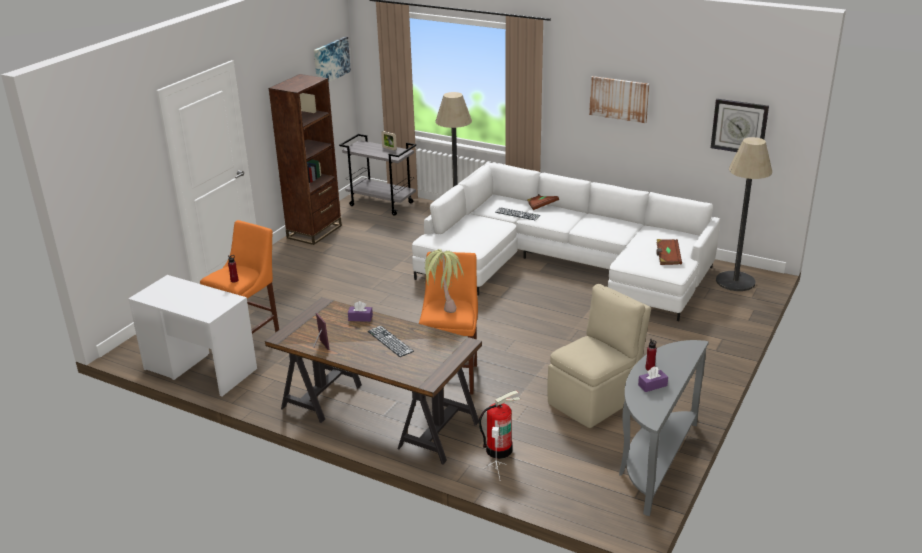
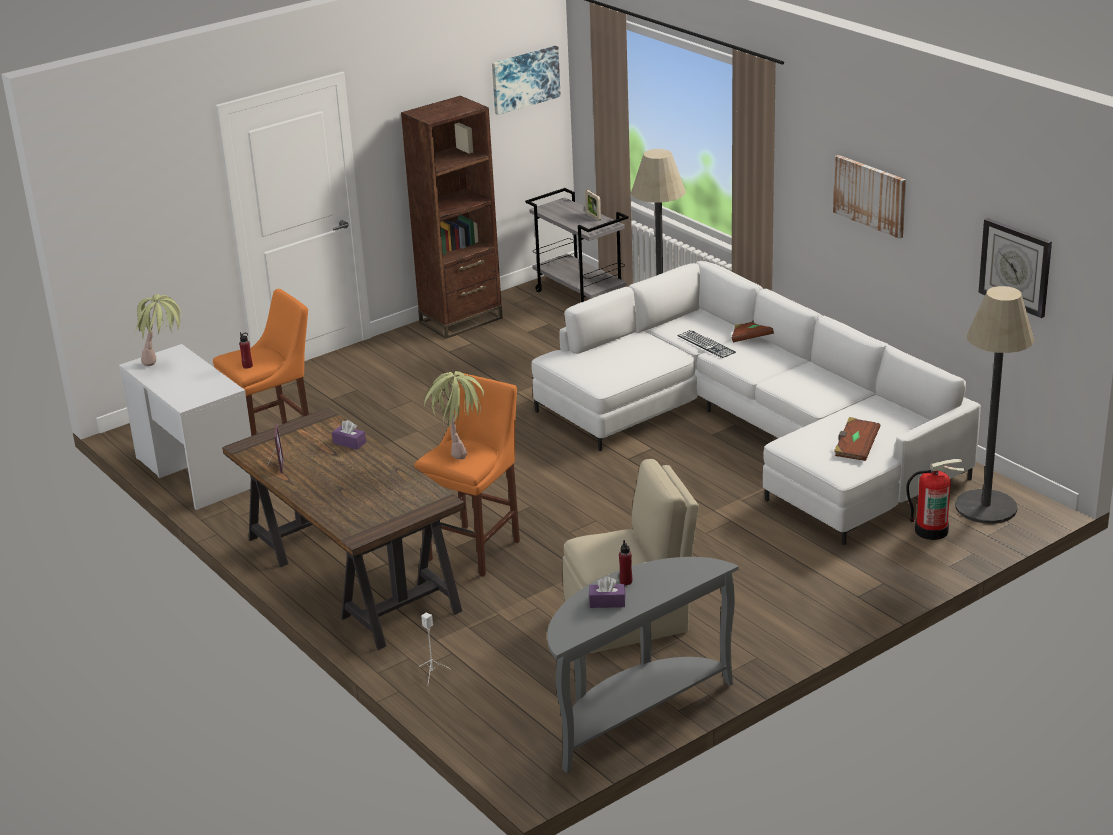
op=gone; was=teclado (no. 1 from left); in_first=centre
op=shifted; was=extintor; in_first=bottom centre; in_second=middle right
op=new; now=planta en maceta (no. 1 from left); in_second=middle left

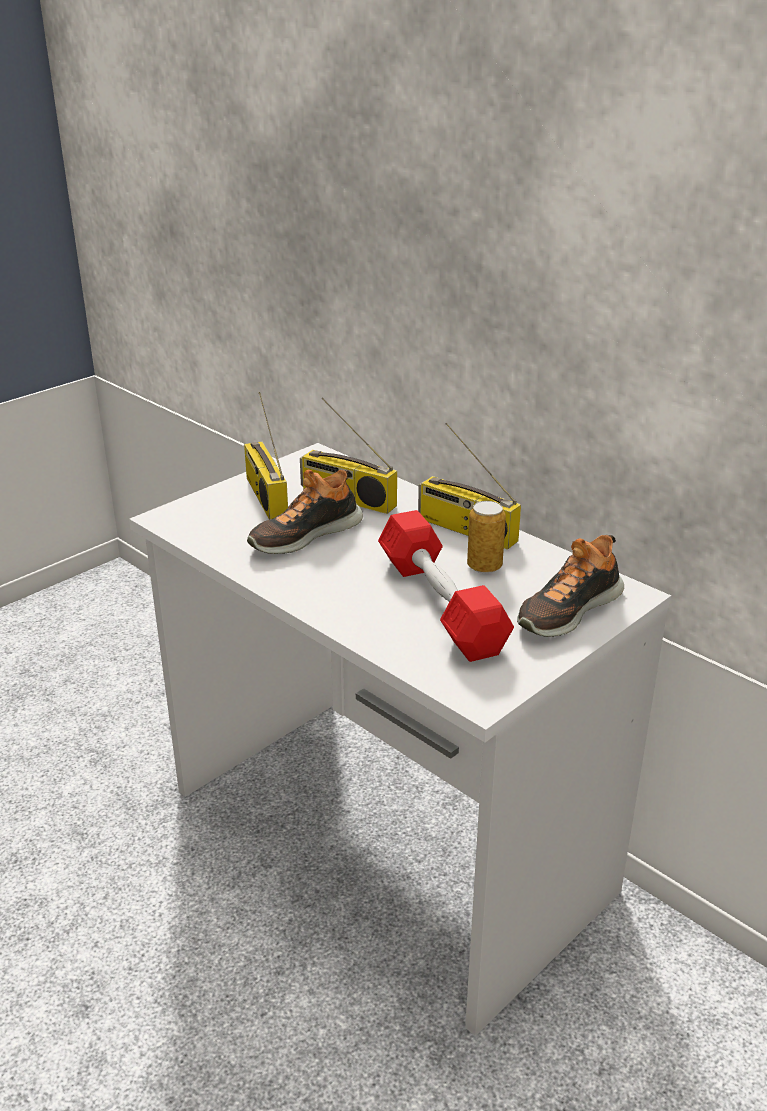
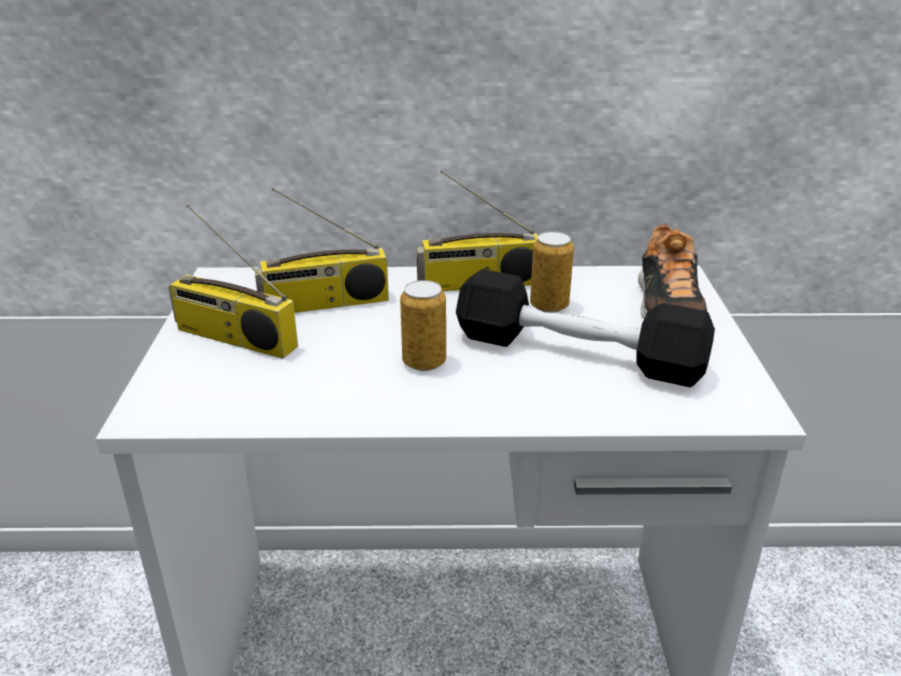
op=gone; was=zapato (no. 1 from left); in_first=centre
op=repainted; was=mancuerna (rojo); now=mancuerna (negro); in_first=centre; in_second=centre
op=new; now=lata (no. 1 from left); in_second=centre

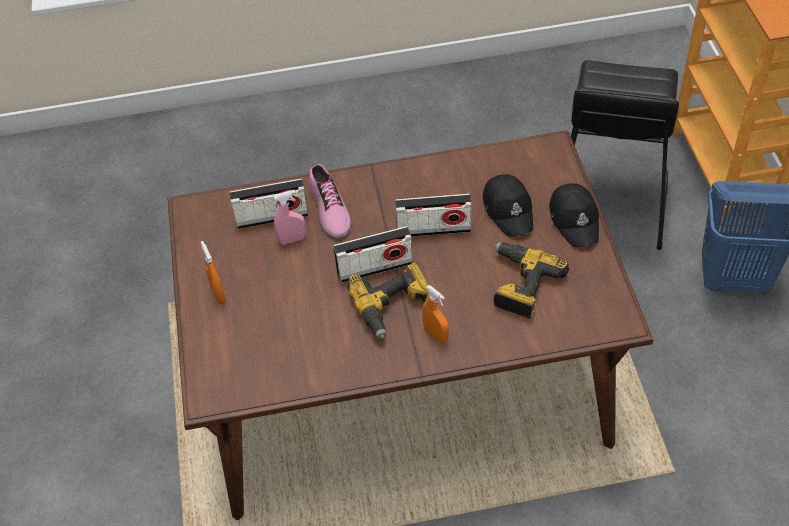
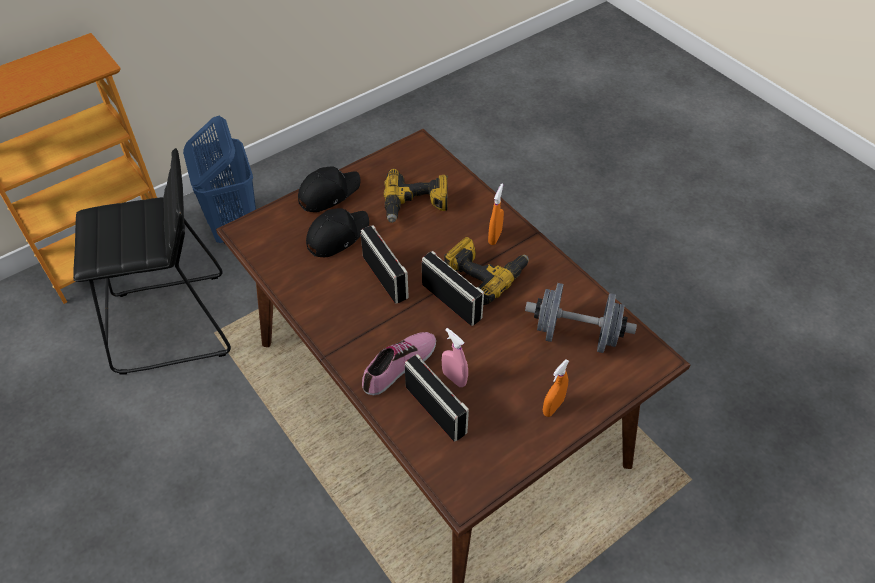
op=new; now=mancuerna (gris); in_second=centre

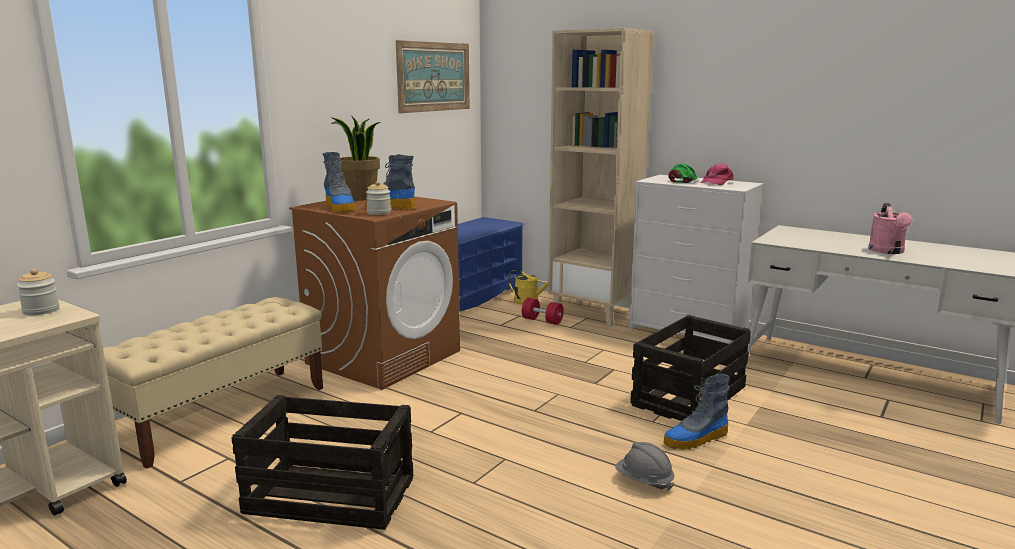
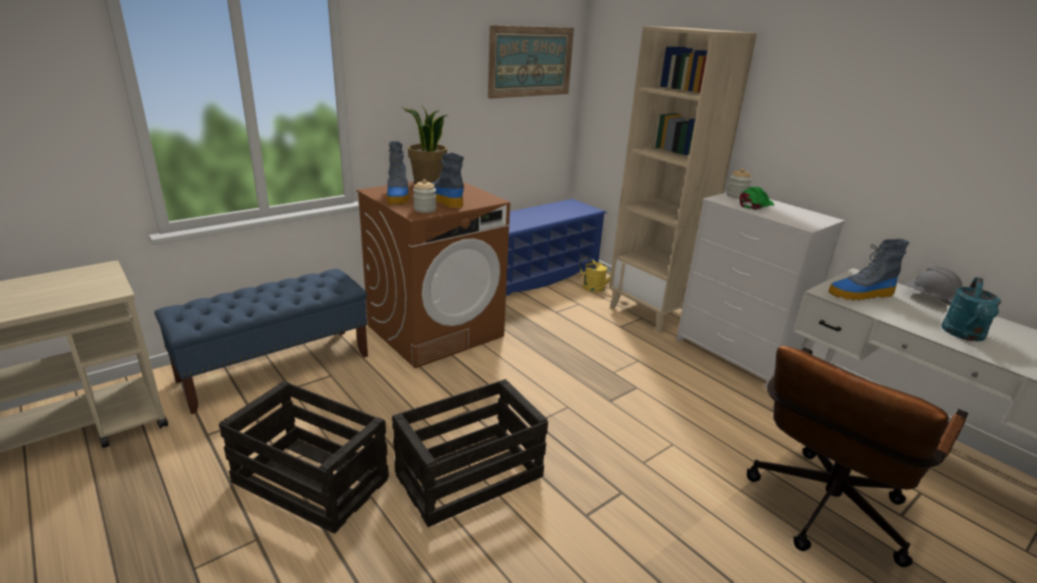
op=gone; was=gorra (rosa); in_first=top right
op=repainted; was=regadera (rosa); now=regadera (turquesa); in_first=middle right; in_second=middle right
op=shifted; was=tarro (no. 1 from left in the first image); now=tarro (no. 2 from left); in_first=middle left; in_second=top right
op=repainted; was=banco (beis); now=banco (azul); in_first=bottom left; in_second=middle left
op=gone; was=mancuerna (rojo); in_first=centre
op=shifted; was=caja de embalaje (no. 2 from left); in_first=bottom right; in_second=bottom centre
op=shifted; was=bota (no. 3 from left); in_first=bottom right; in_second=middle right
op=shifted; was=casco (gris); in_first=bottom centre; in_second=middle right
op=new; now=silla de oficina (marrón); in_second=bottom right

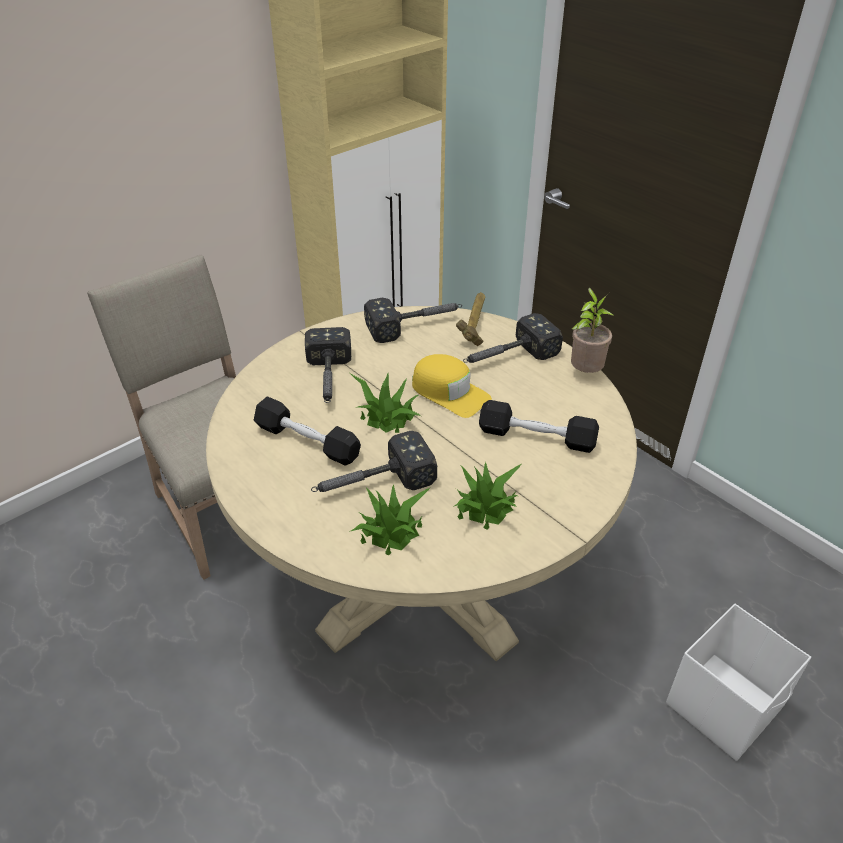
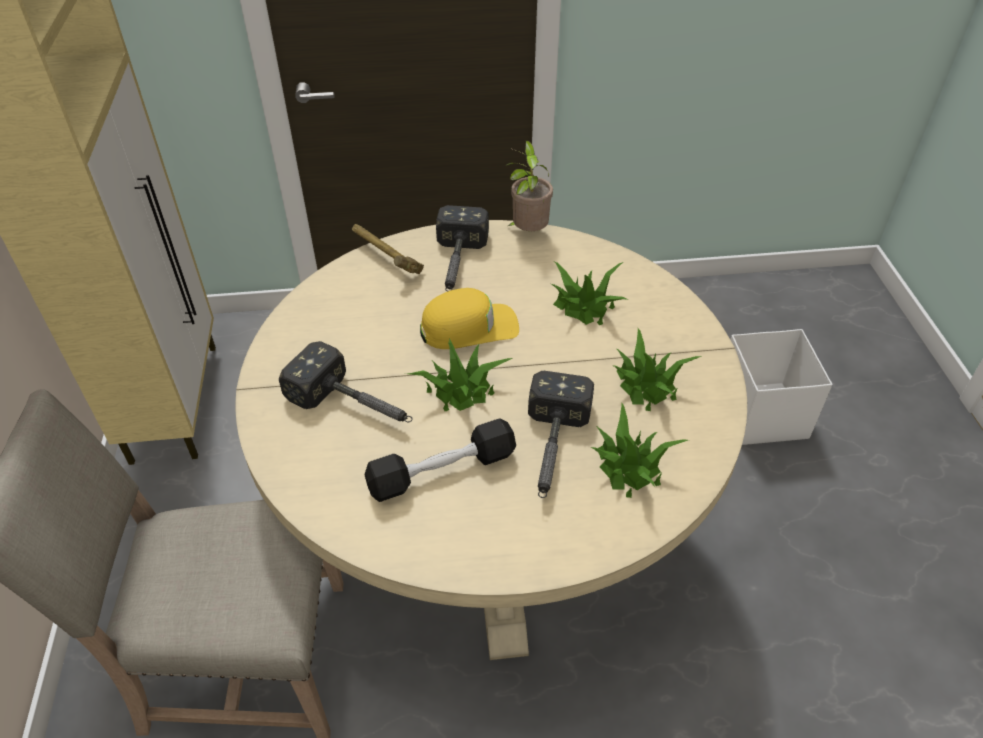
op=gone; was=martillo (no. 3 from left); in_first=centre
op=swapped; was=mancuerna (negro) (no. 2 from left); now=planta en maceta (no. 3 from left); in_first=centre; in_second=centre

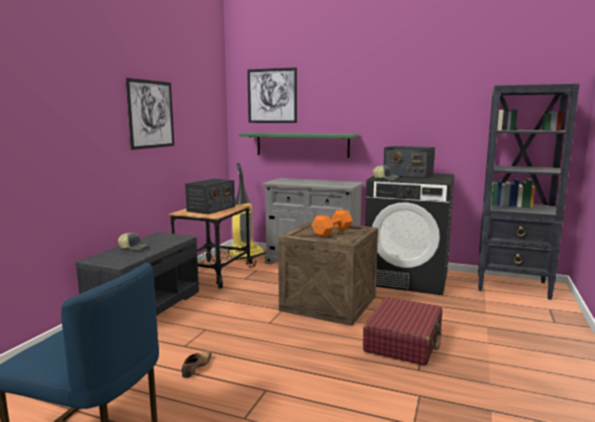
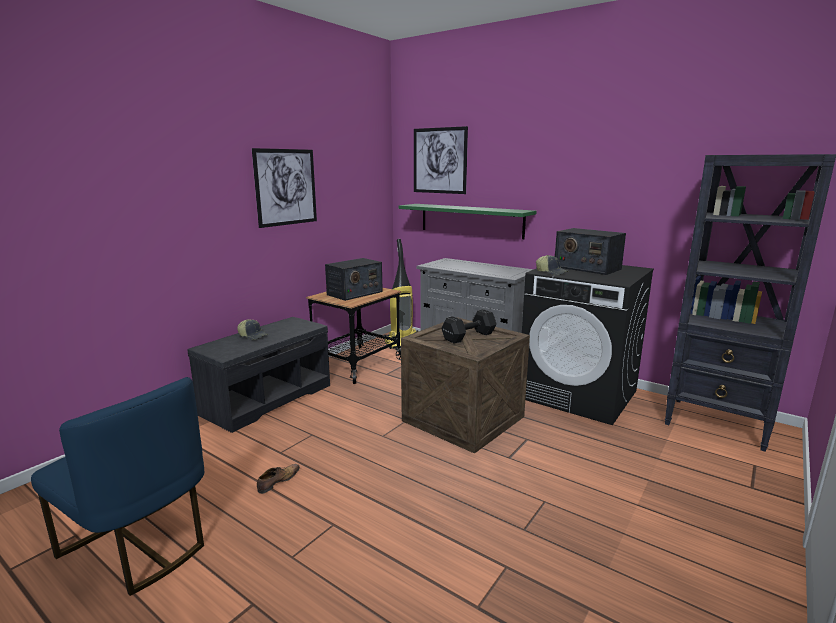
op=repainted; was=mancuerna (naranja); now=mancuerna (negro); in_first=centre; in_second=centre
op=gone; was=maleta (rojo); in_first=bottom right

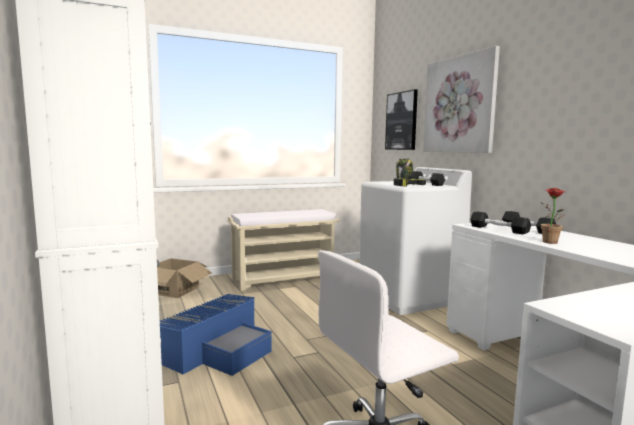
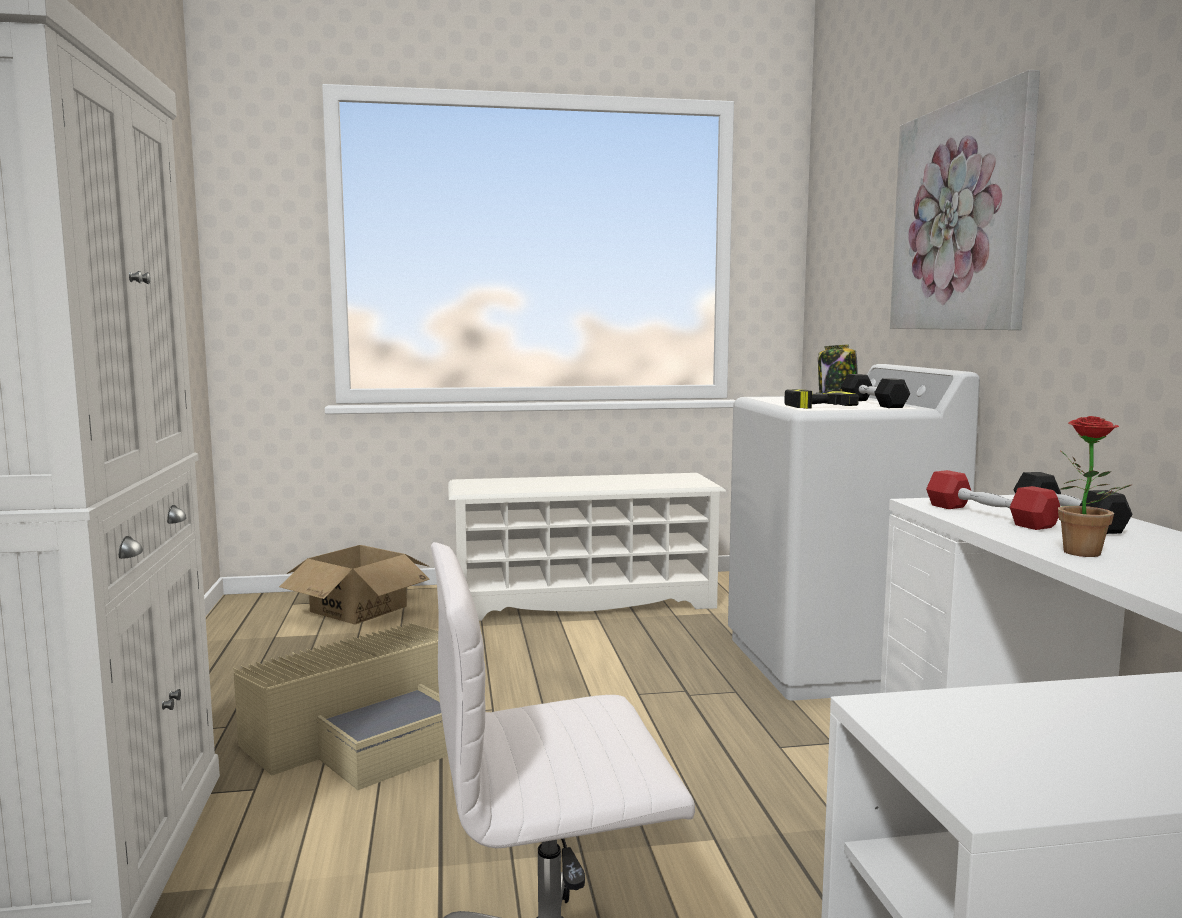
op=gone; was=cuadro (no. 1 from left); in_first=top centre
op=swapped; was=banco (beis); now=zapatero (blanco); in_first=centre; in_second=centre
op=repainted; was=mancuerna (negro) (no. 2 from left); now=mancuerna (rojo); in_first=middle right; in_second=middle right
op=repainted; was=caja de almacenaje (azul); now=caja de almacenaje (beis); in_first=bottom centre; in_second=bottom left

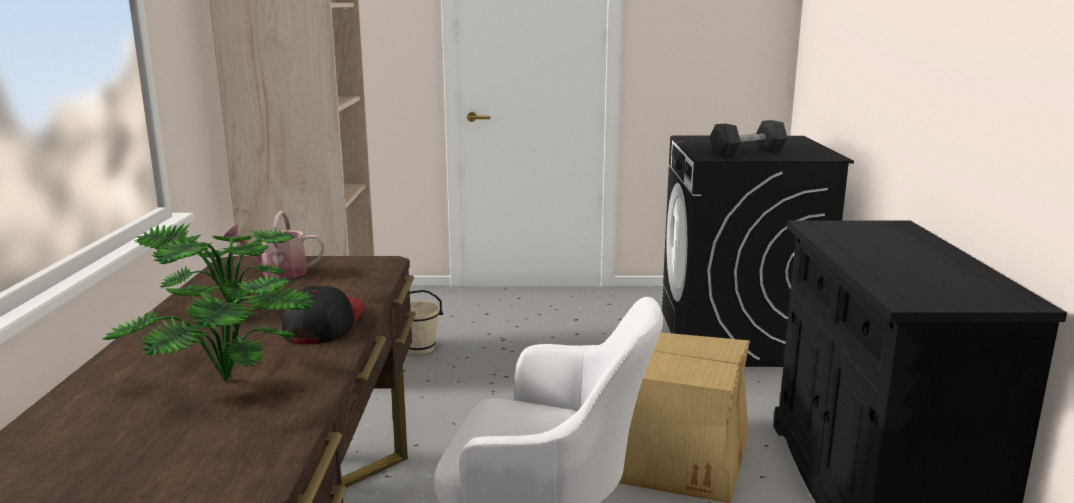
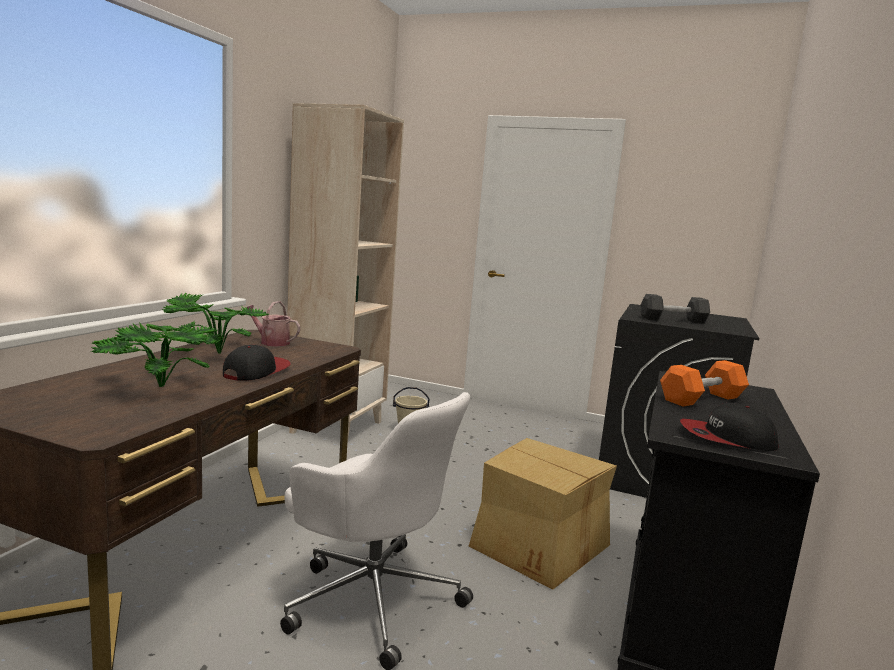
op=new; now=mancuerna (naranja); in_second=middle right
op=new; now=gorra (no. 2 from left); in_second=middle right

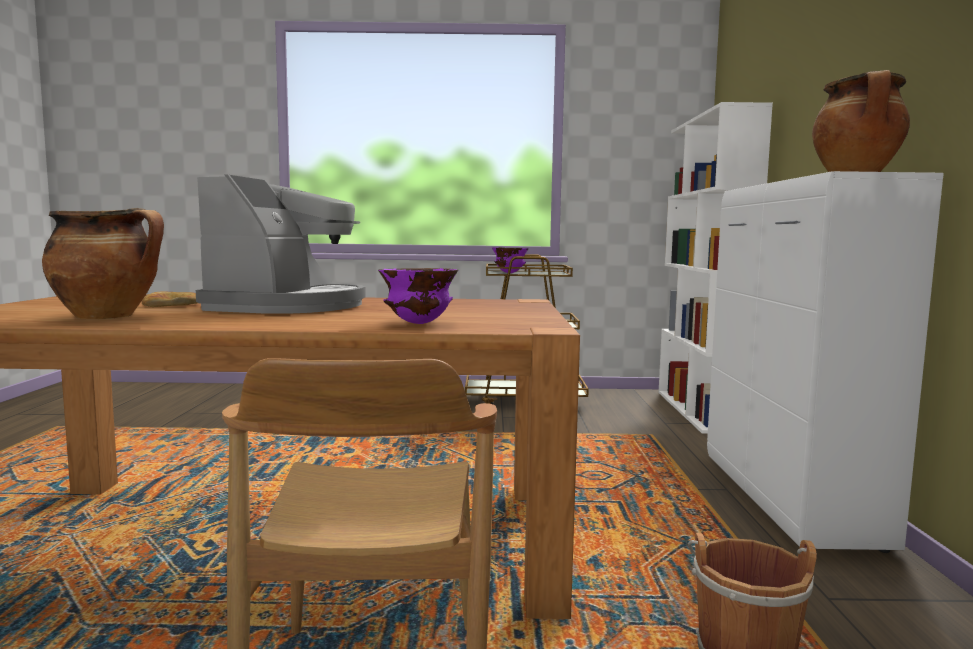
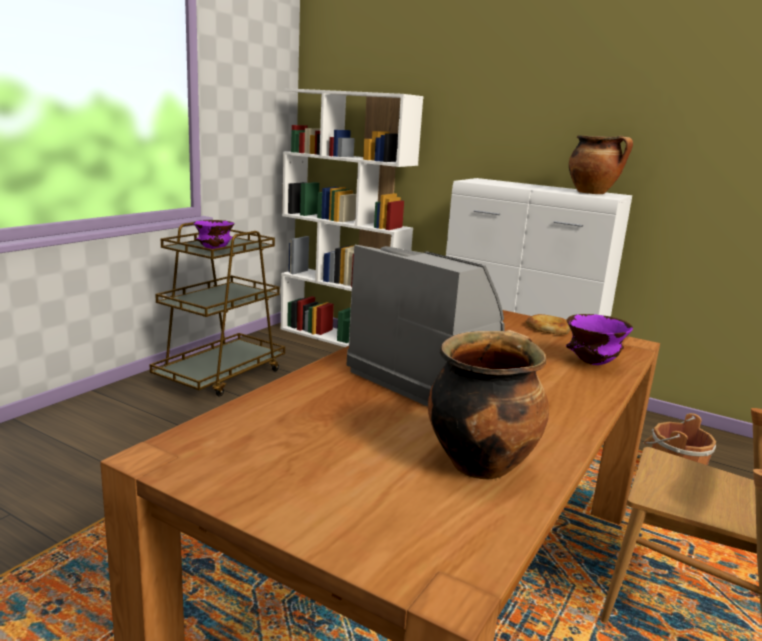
op=shifted; was=pan; in_first=middle left; in_second=middle right

